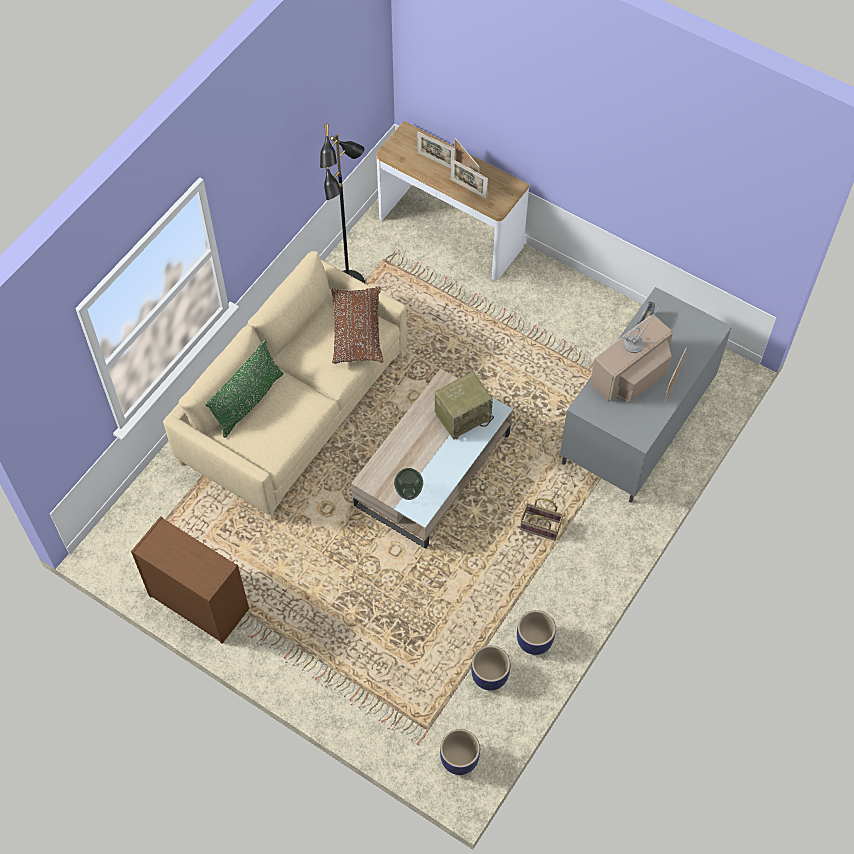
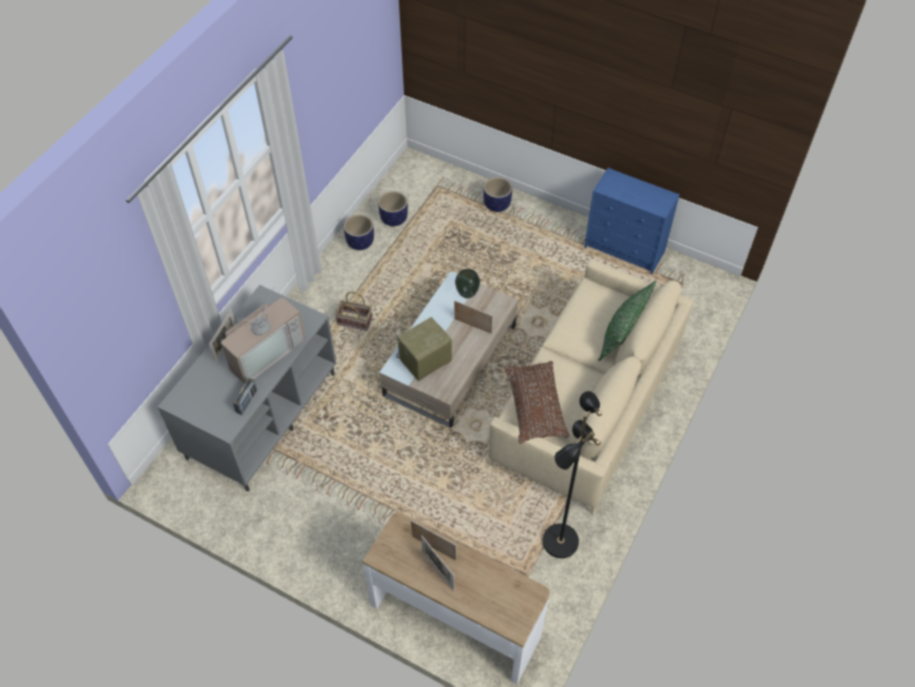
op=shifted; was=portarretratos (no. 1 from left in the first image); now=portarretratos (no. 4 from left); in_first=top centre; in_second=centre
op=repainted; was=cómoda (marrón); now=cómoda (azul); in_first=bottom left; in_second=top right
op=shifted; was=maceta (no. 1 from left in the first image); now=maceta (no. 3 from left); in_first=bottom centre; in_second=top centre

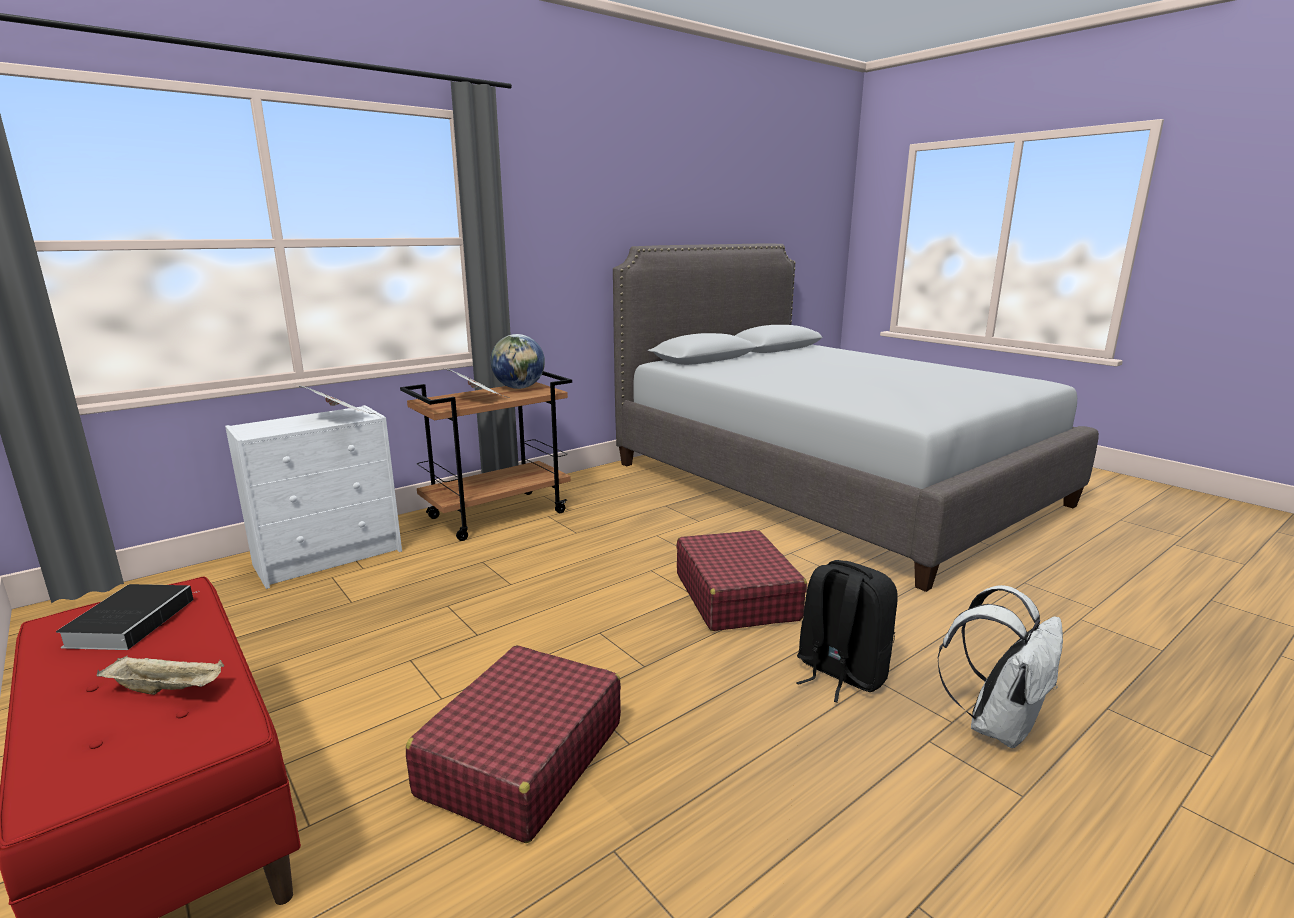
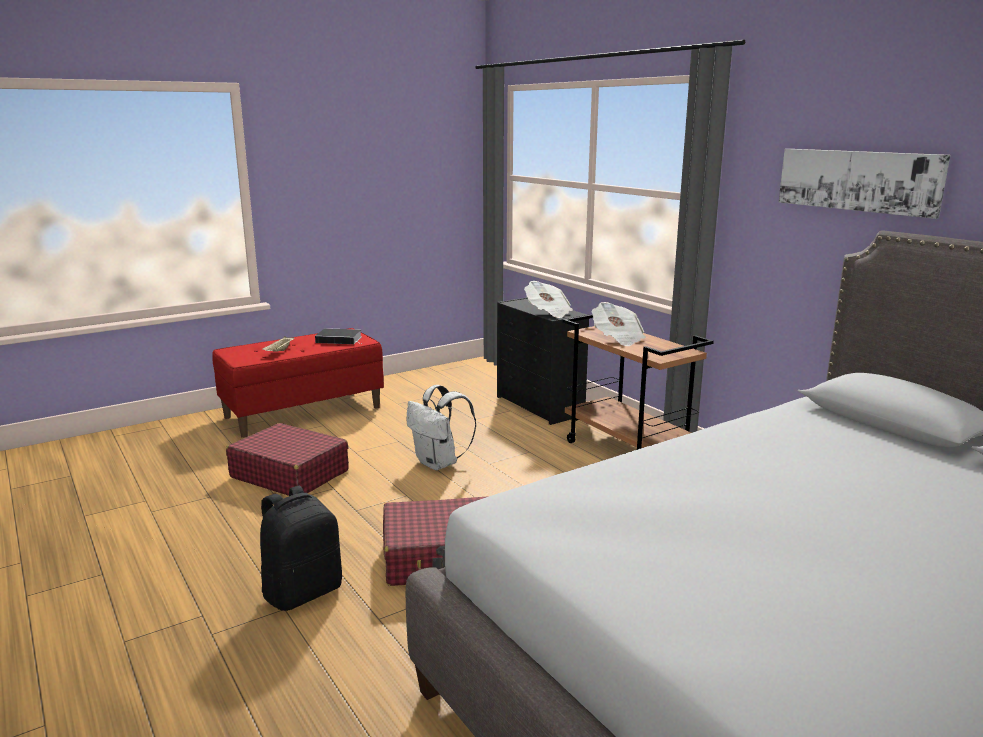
op=gone; was=globo terráqueo; in_first=centre
op=repainted; was=cómoda (blanco); now=cómoda (negro); in_first=middle left; in_second=centre
op=shifted; was=mochila (blanco); in_first=bottom right; in_second=centre
op=new; now=cuadro; in_second=top right

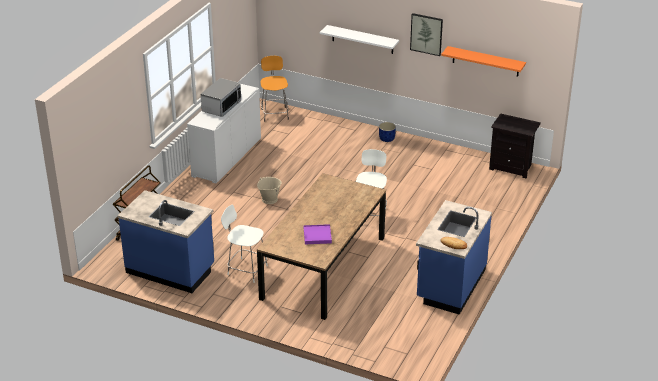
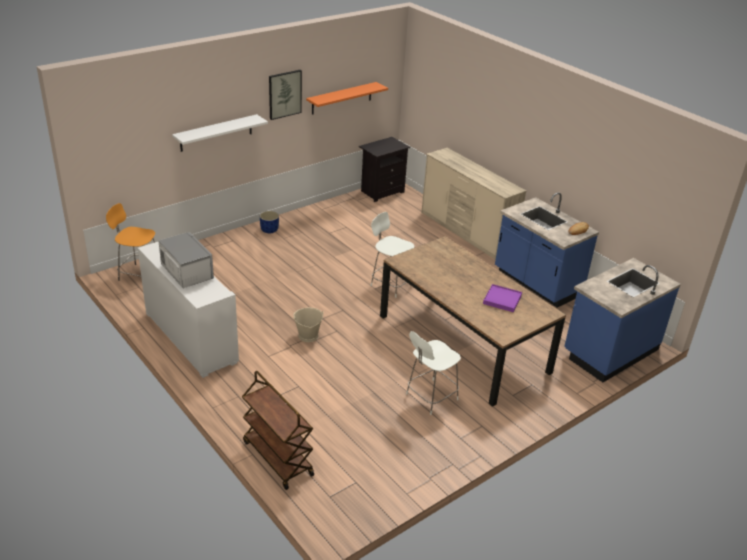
op=shifted; was=mueble bajo de cocina (azul) (no. 1 from left in the first image); now=mueble bajo de cocina (azul) (no. 2 from left); in_first=middle left; in_second=middle right
op=new; now=cómoda (beis); in_second=centre

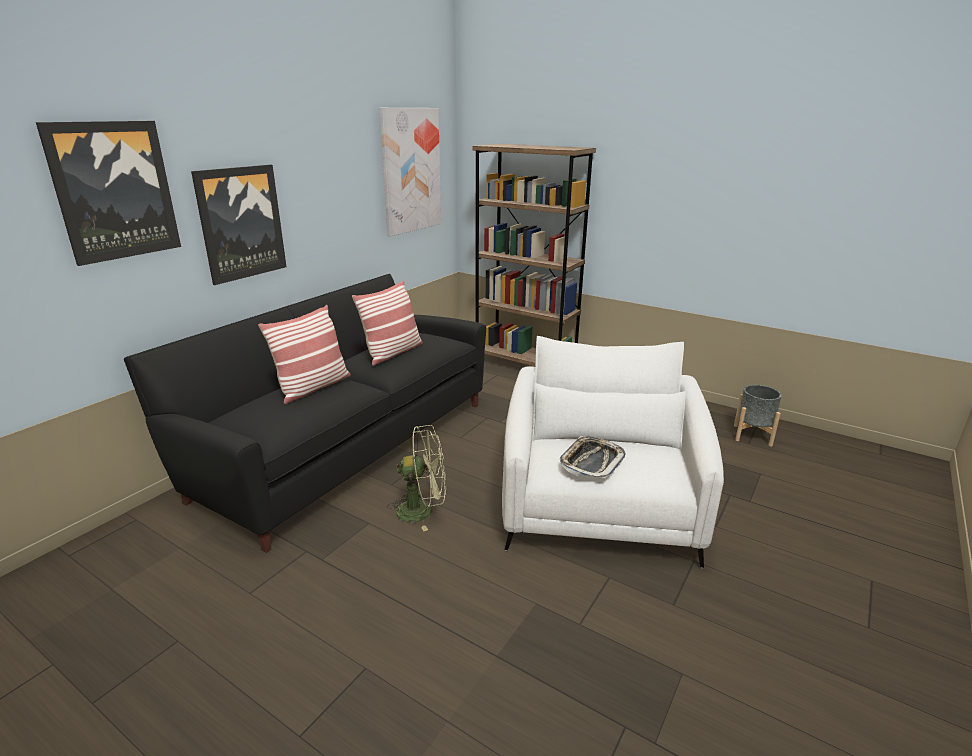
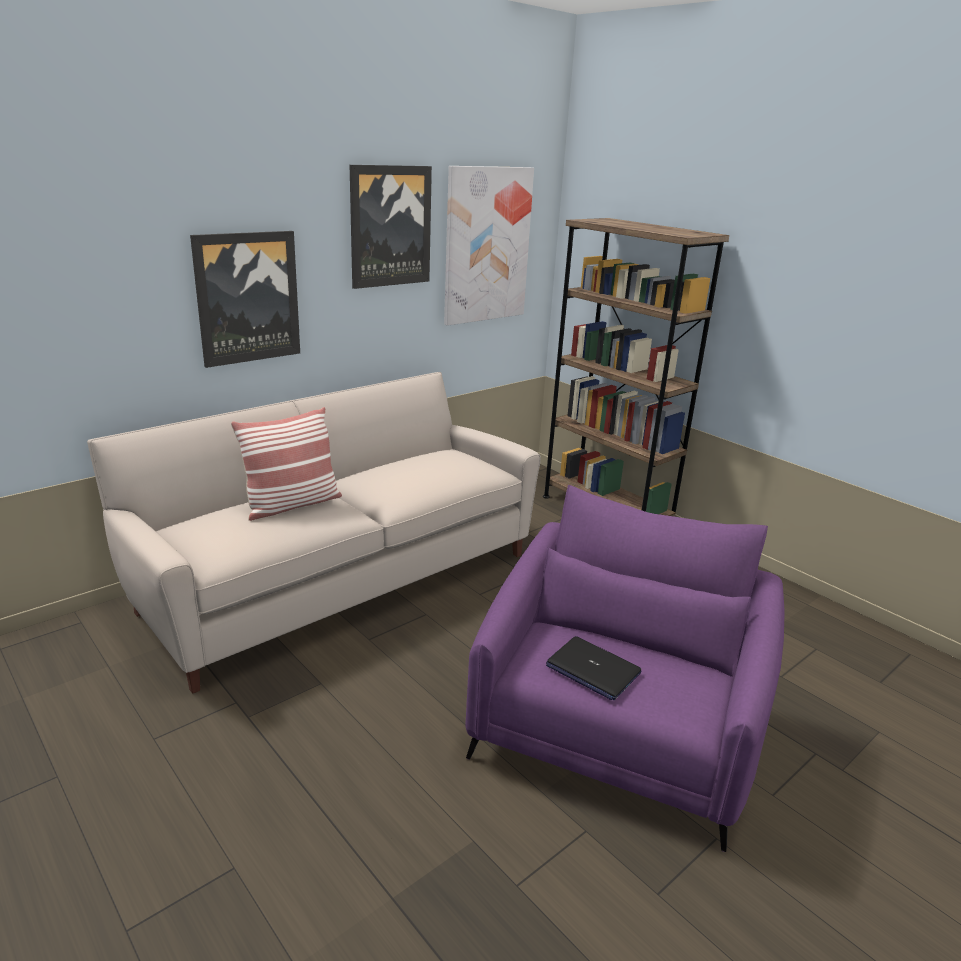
op=shifted; was=cuadro (no. 1 from left in the first image); now=cuadro (no. 2 from left); in_first=top left; in_second=top centre
op=repainted; was=sofá (negro); now=sofá (beis); in_first=middle left; in_second=middle left
op=gone; was=cojín (no. 2 from left); in_first=centre
op=repainted; was=sillón (blanco); now=sillón (morado); in_first=centre; in_second=bottom centre
op=gone; was=maceta (gris); in_first=middle right
op=gone; was=ventilador (verde); in_first=centre
op=swapped; was=bandeja; now=portátil; in_first=centre; in_second=bottom centre

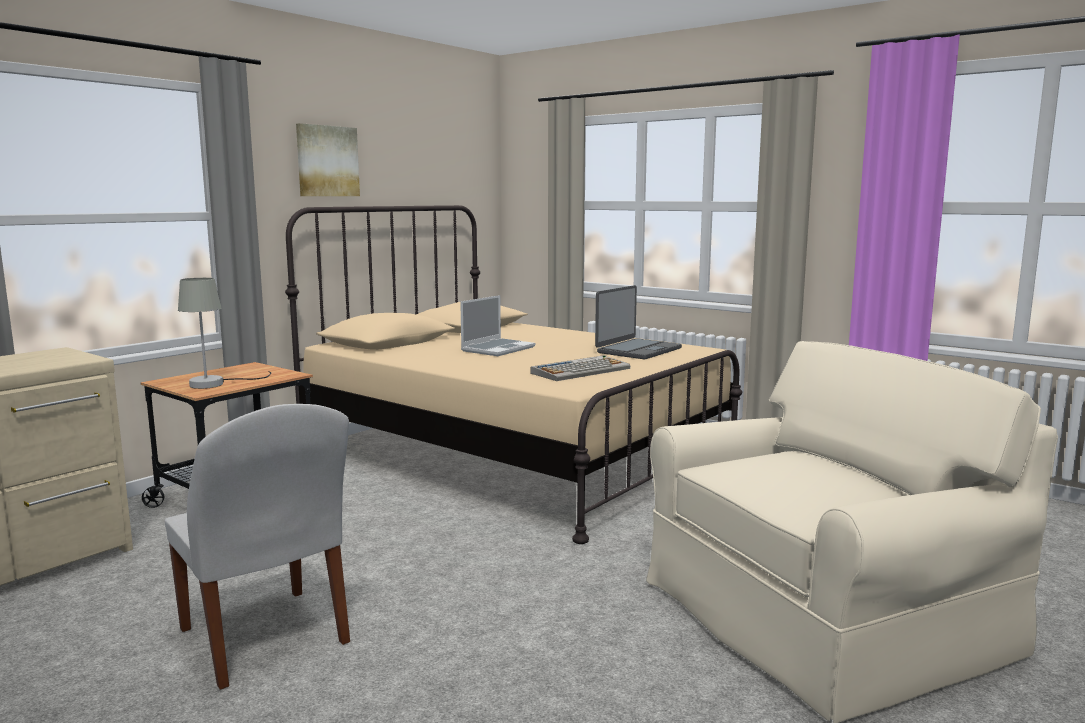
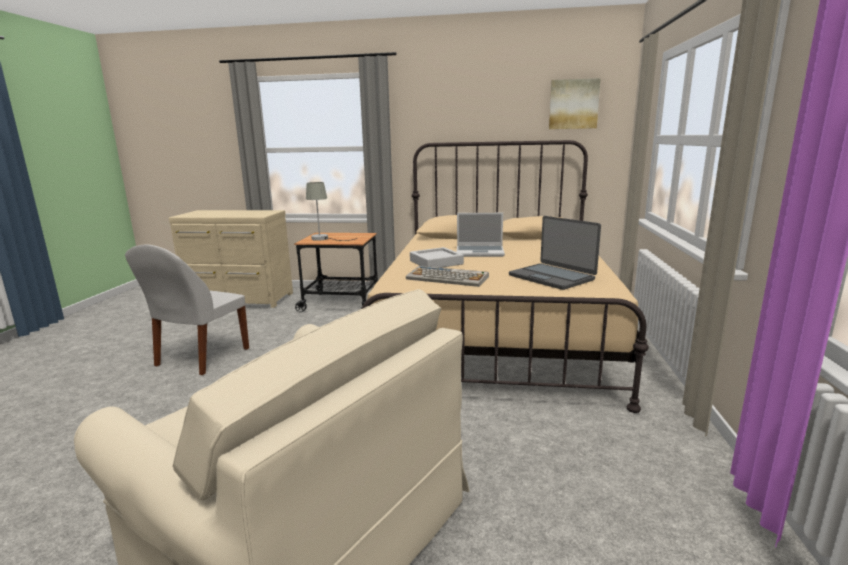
op=shifted; was=cuadro; in_first=top left; in_second=top right
op=rotated; was=portátil (no. 2 from left); in_first=centre; in_second=centre; clockwise=45
op=new; now=bandeja (gris); in_second=centre

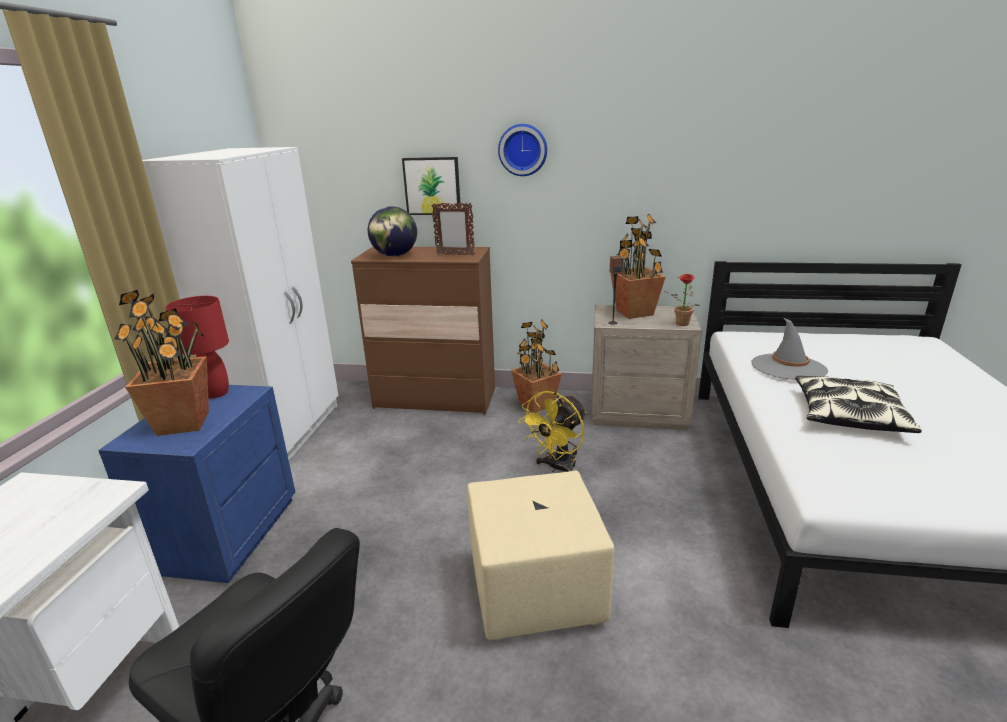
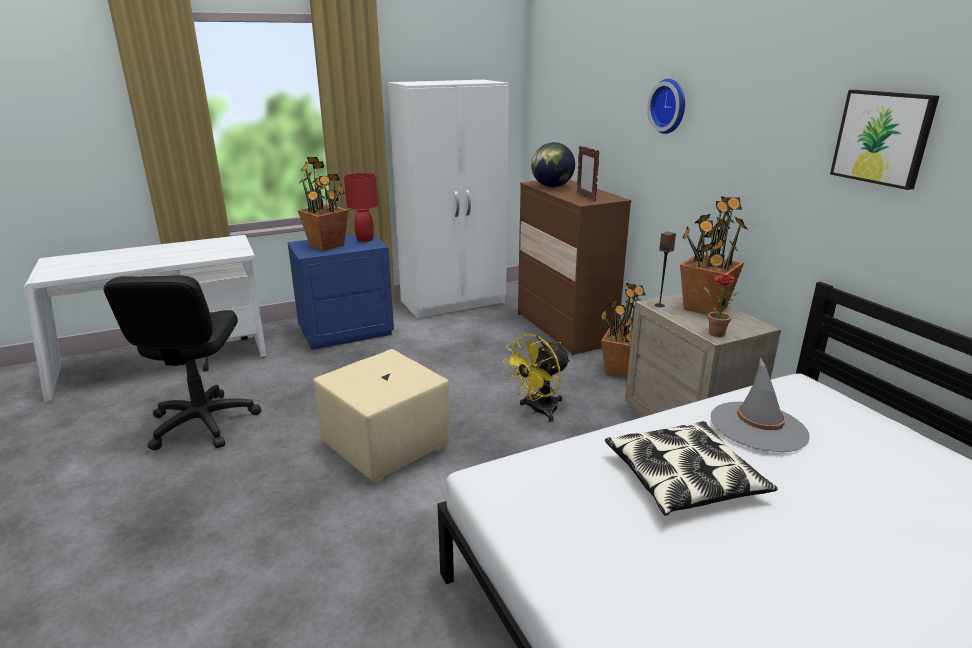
op=shifted; was=cuadro; in_first=top centre; in_second=top right
op=rotated; was=ventilador (amarillo); in_first=centre; in_second=centre; clockwise=-45

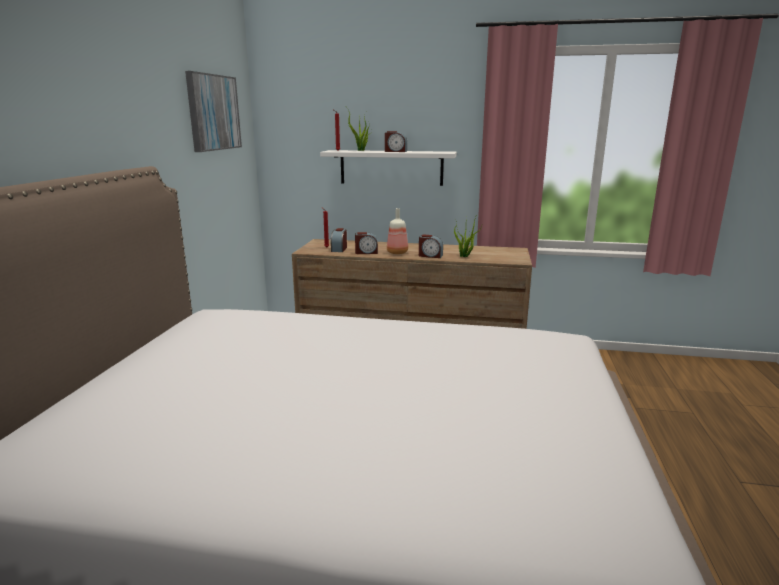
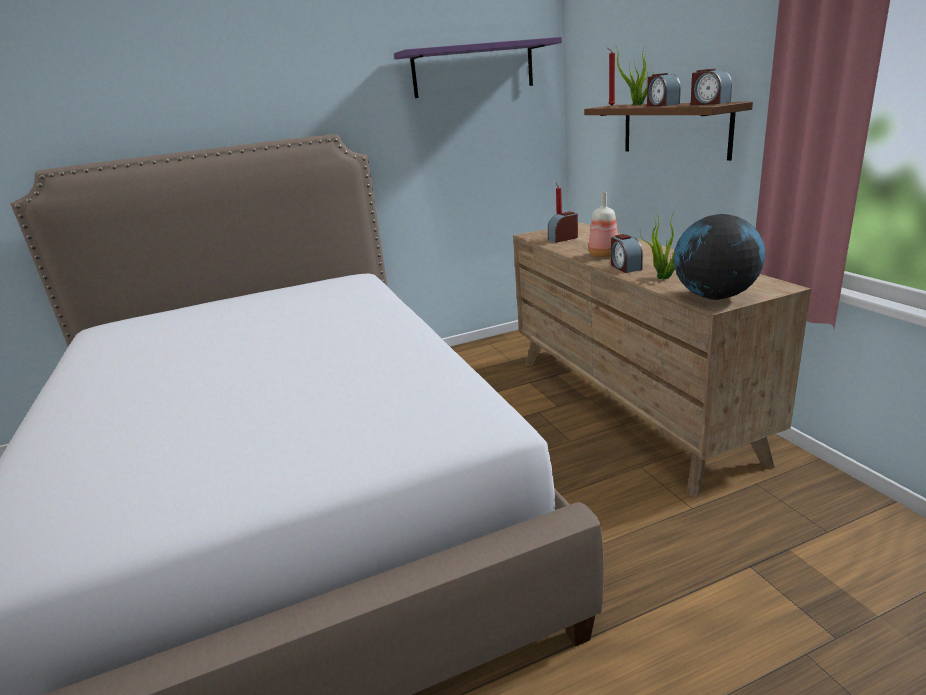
op=swapped; was=cuadro; now=estante (morado); in_first=top left; in_second=top centre
op=repainted; was=estante (blanco); now=estante (marrón); in_first=top centre; in_second=top right
op=shifted; was=despertador (no. 2 from left in the first image); now=despertador (no. 4 from left); in_first=centre; in_second=top right
op=new; now=globo terráqueo; in_second=middle right

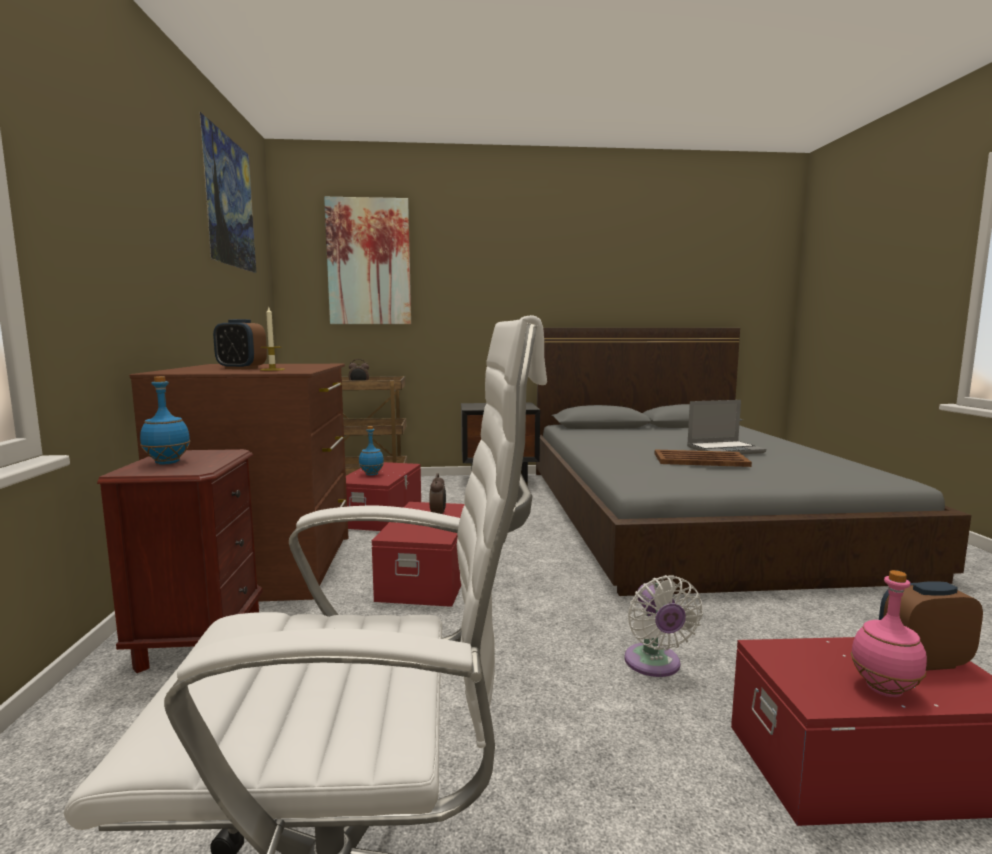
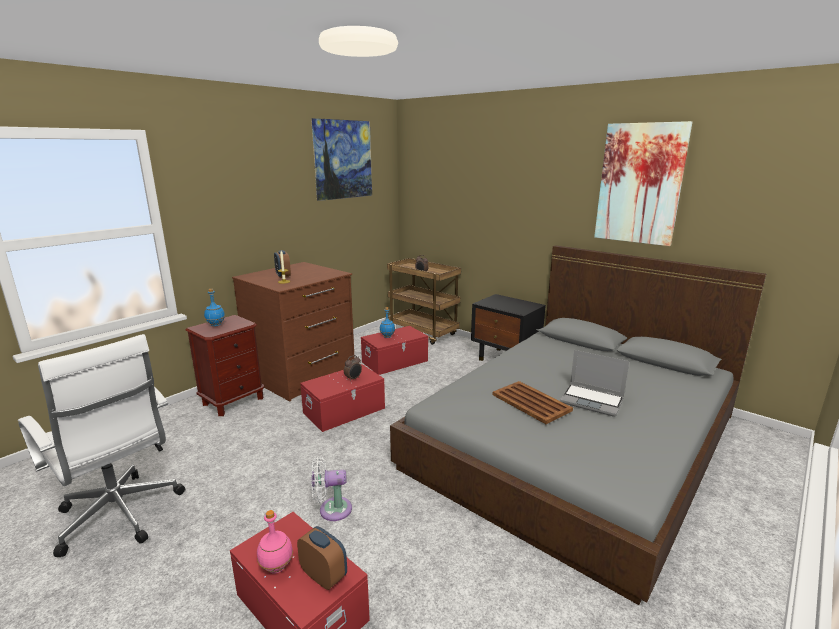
op=shifted; was=cuadro (no. 2 from left); in_first=top centre; in_second=top right
op=rotated; was=ventilador (blanco); in_first=bottom right; in_second=bottom centre; clockwise=45

